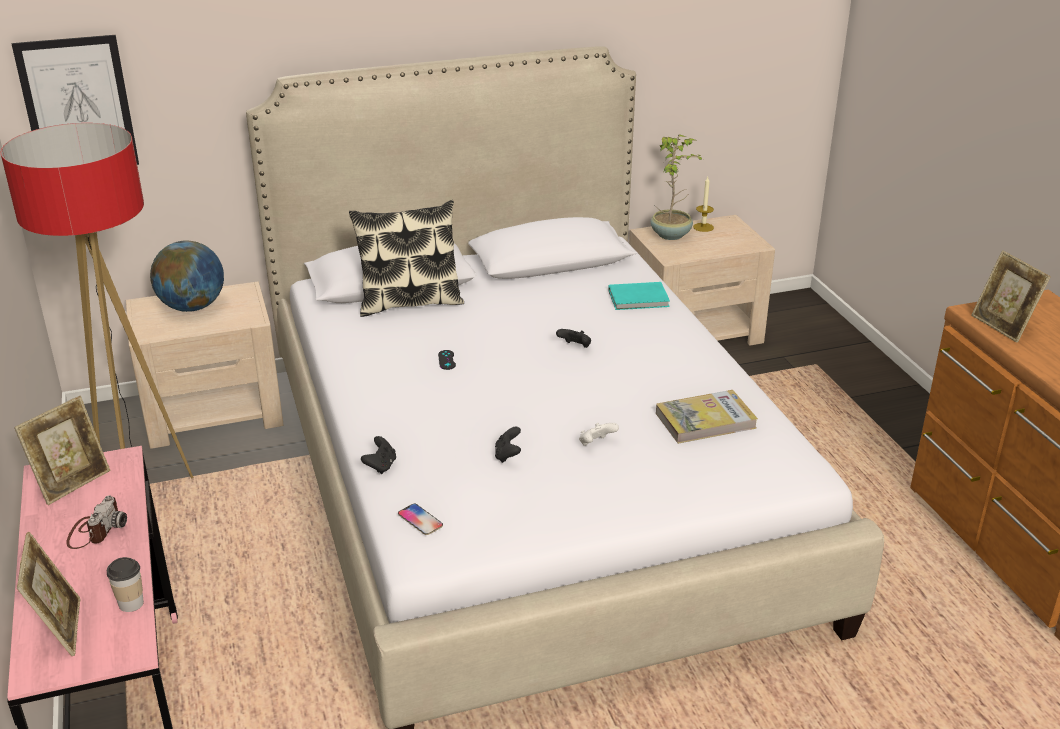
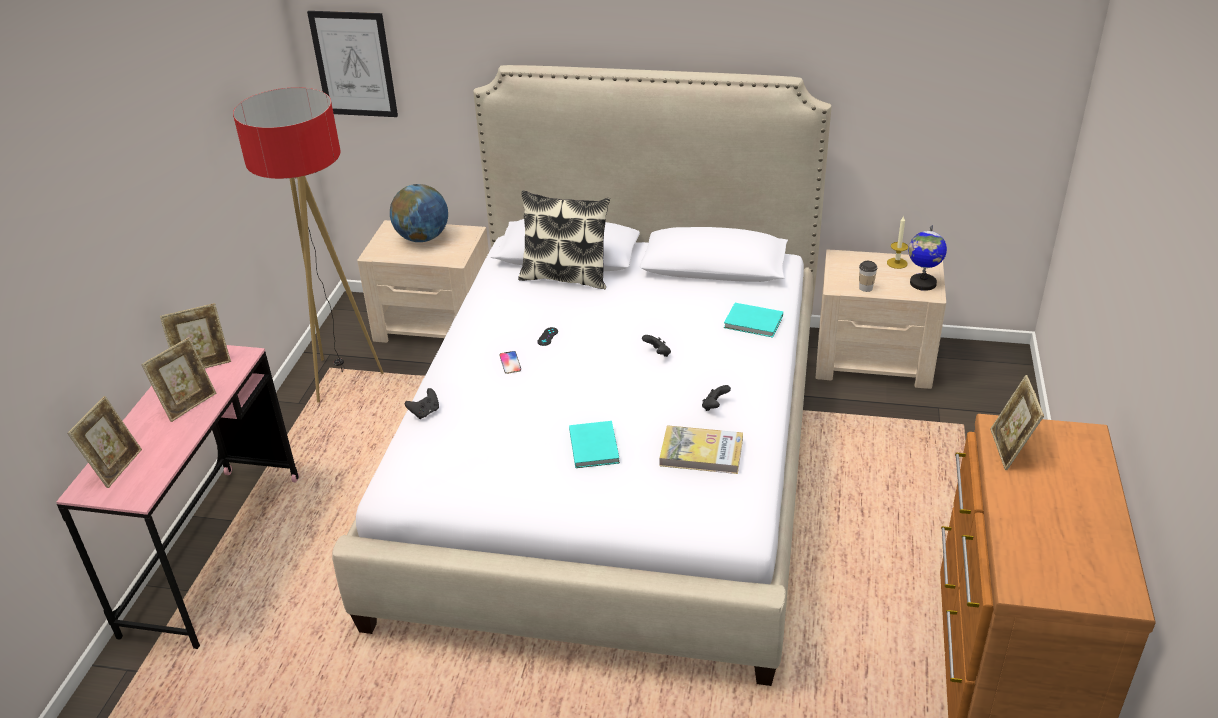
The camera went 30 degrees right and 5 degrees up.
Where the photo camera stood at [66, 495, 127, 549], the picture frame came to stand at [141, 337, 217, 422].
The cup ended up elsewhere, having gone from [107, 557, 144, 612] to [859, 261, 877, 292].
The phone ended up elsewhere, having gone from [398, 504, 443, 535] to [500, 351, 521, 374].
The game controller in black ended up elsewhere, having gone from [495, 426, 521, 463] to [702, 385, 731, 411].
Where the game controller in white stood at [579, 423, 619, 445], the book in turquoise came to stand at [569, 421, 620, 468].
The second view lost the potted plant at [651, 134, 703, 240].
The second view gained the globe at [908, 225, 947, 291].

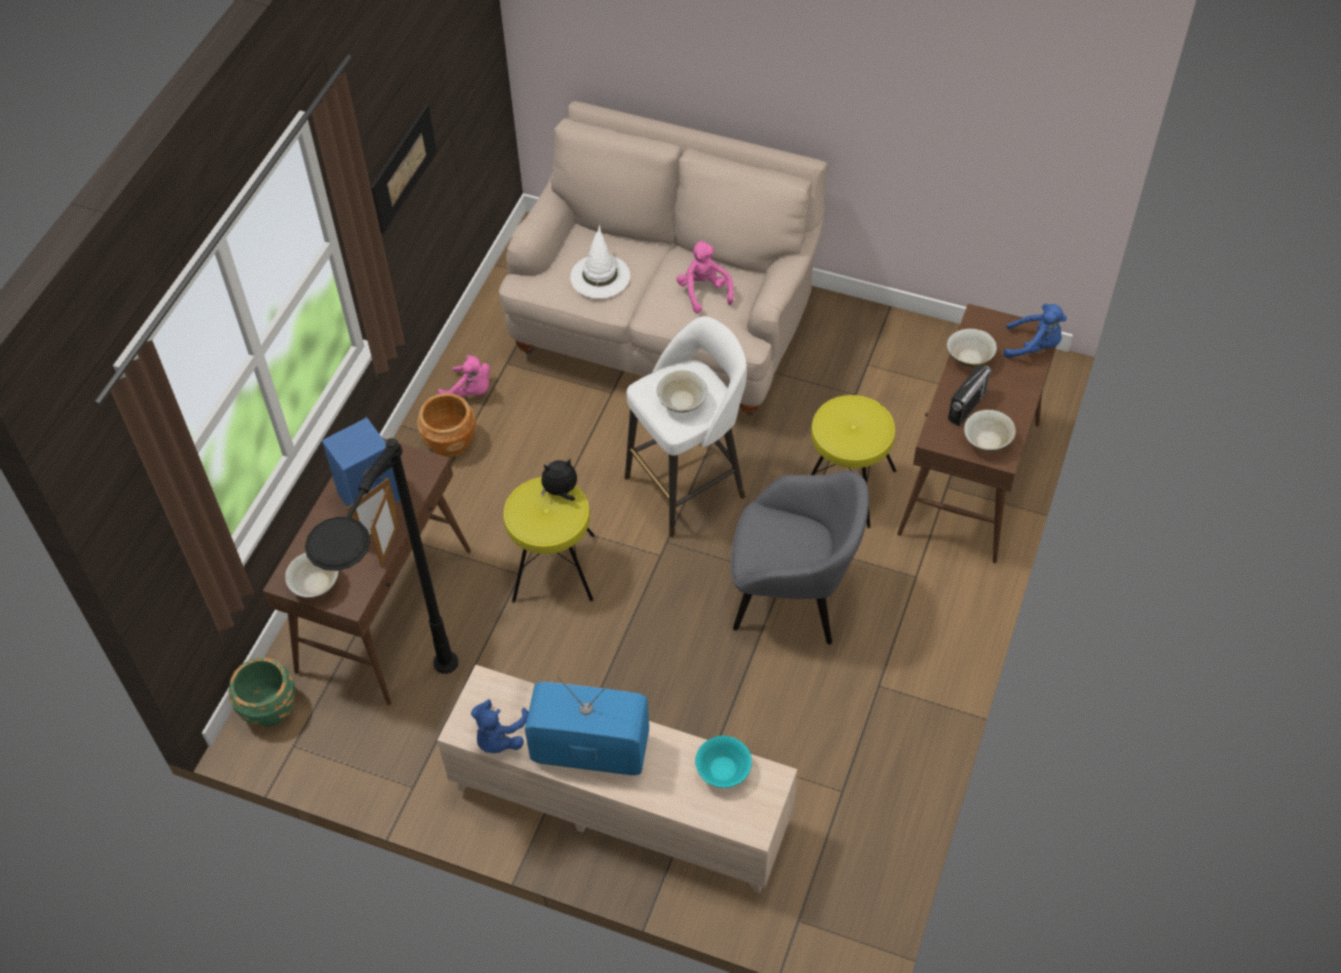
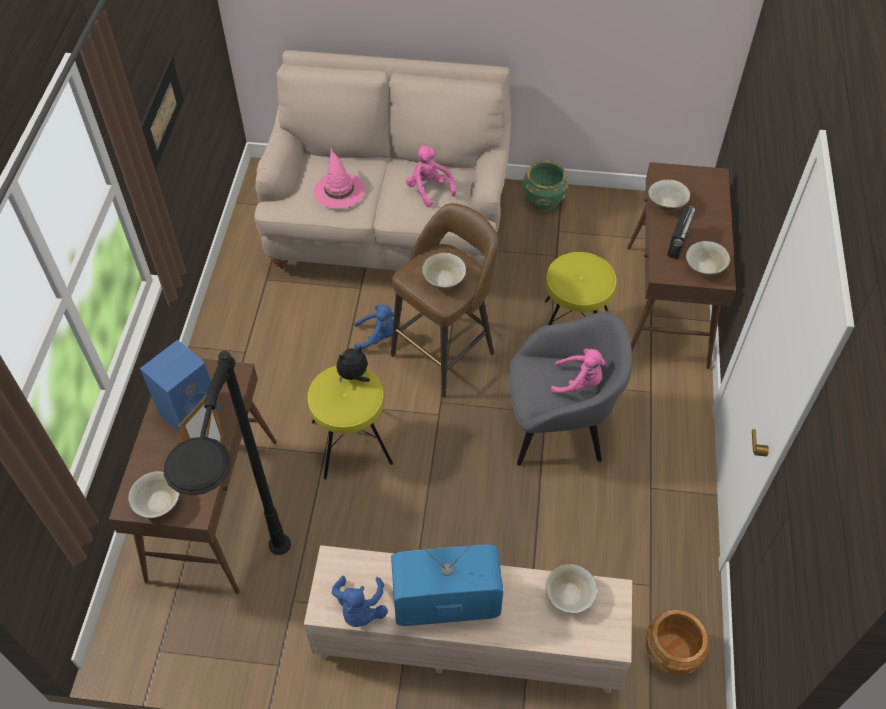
The camera went 15 degrees left and 0 degrees up.
The planter in green ended up elsewhere, having gone from [228, 658, 295, 727] to [523, 161, 568, 211].
The planter in brown ended up elsewhere, having gone from [417, 393, 477, 457] to [646, 610, 709, 675].
The plush toy in pink ended up elsewhere, having gone from [438, 355, 490, 397] to [551, 348, 605, 394].
What was the hat in white at [570, 225, 630, 298] turned into the hat in pink at [314, 147, 365, 209].
What was the stool in white at [625, 316, 747, 537] turned into the stool in brown at [391, 203, 498, 397].
What was the bowl in turquoise at [695, 735, 752, 788] turned into the bowl in beige at [546, 564, 597, 614].
The plush toy in blue ended up elsewhere, having gone from [1004, 304, 1067, 358] to [354, 305, 394, 349].

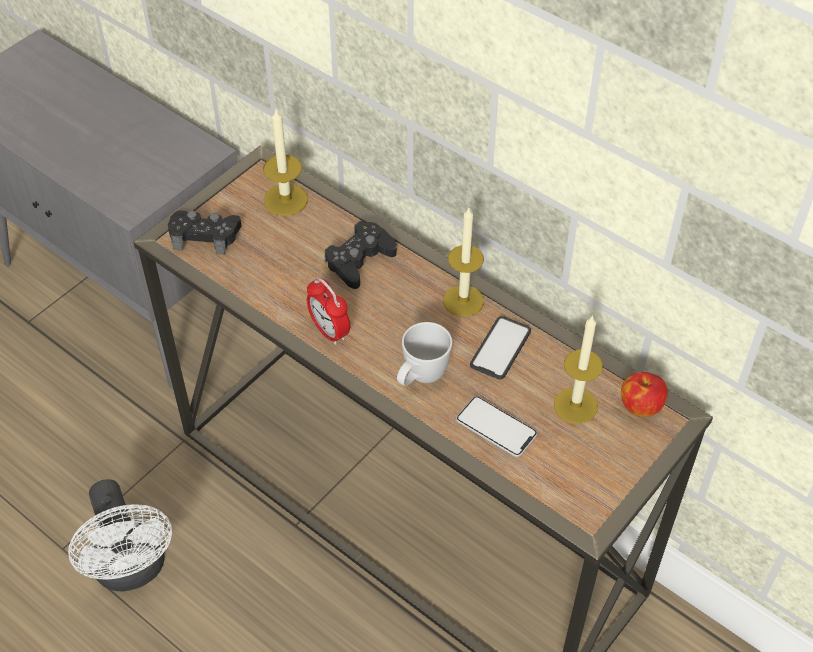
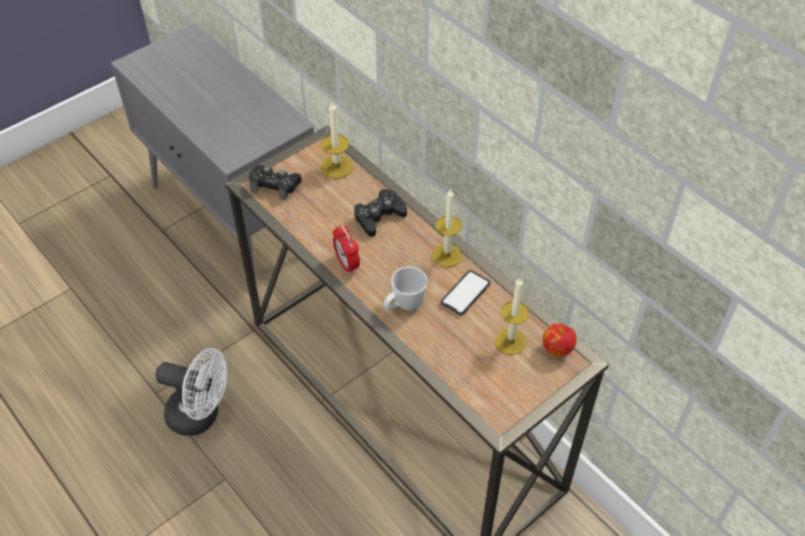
The camera went 10 degrees right and 0 degrees up.
The fan in white at [68, 479, 172, 592] ended up facing another way, 60 degrees counterclockwise from before.
The second view lost the phone at [456, 396, 538, 457].

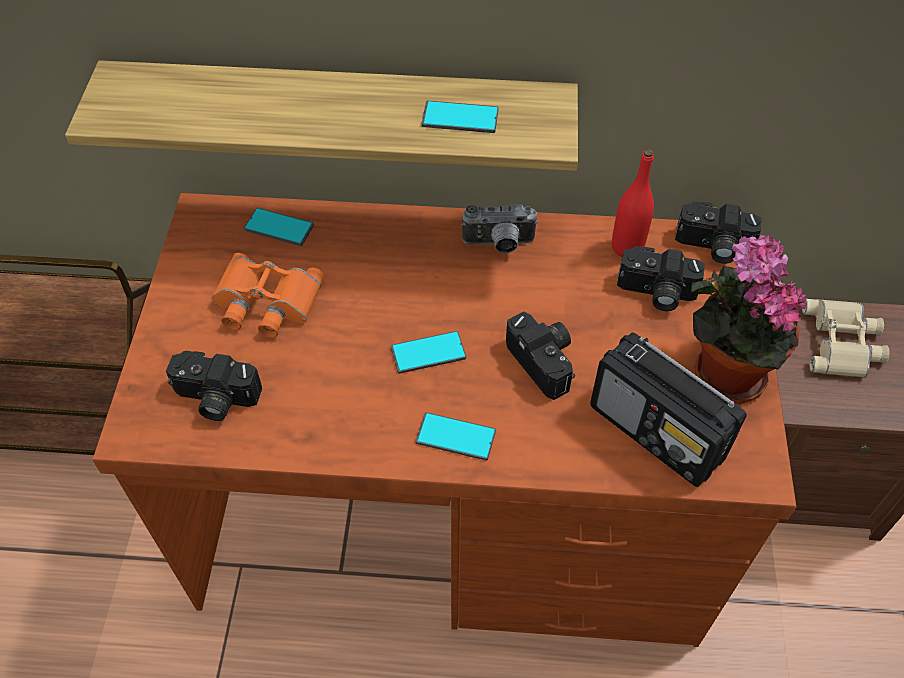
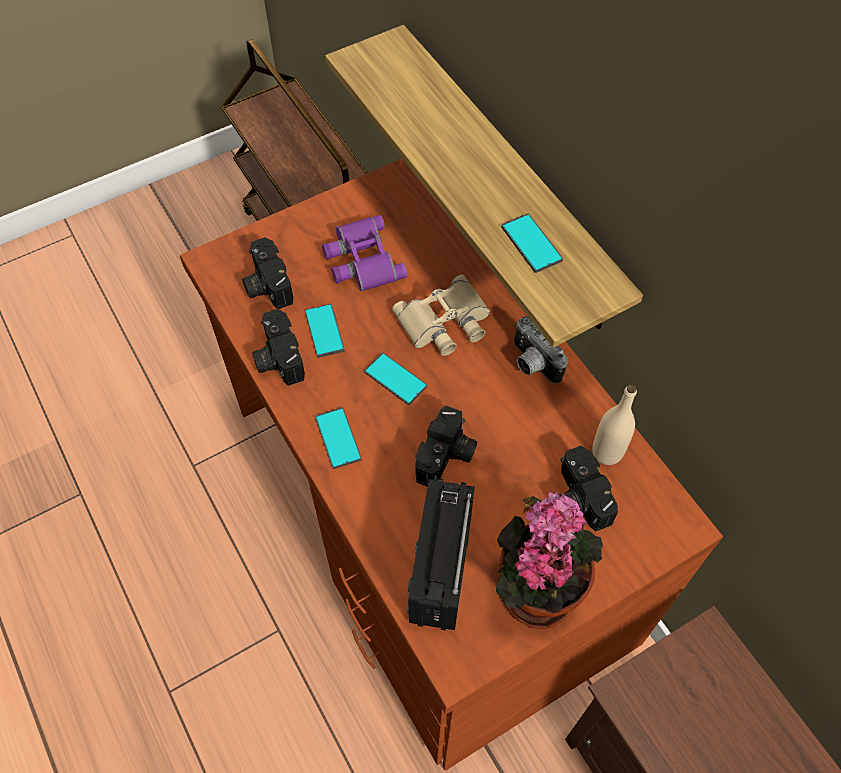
The camera went 55 degrees right and 5 degrees up.
What was the binoculars in orange at [211, 253, 324, 338] turned into the binoculars in purple at [322, 215, 407, 292].
The phone ended up elsewhere, having gone from [244, 208, 314, 246] to [305, 304, 345, 358].
What was the bottle in red at [612, 149, 654, 257] turned into the bottle in beige at [592, 384, 637, 465].
The photo camera ended up elsewhere, having gone from [675, 201, 762, 264] to [252, 309, 305, 386].
The binoculars in beige ended up elsewhere, having gone from [802, 299, 889, 378] to [392, 275, 490, 356].

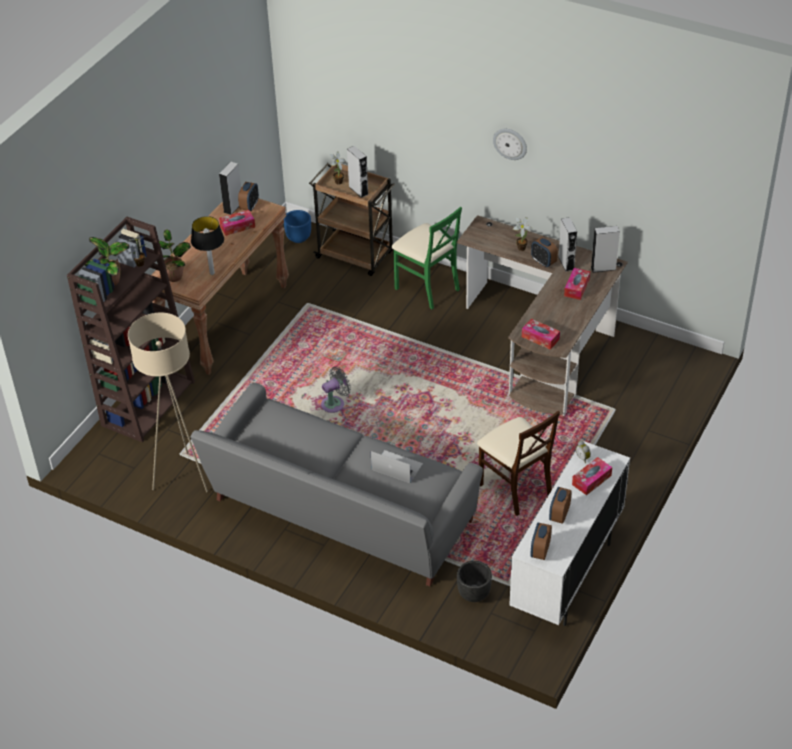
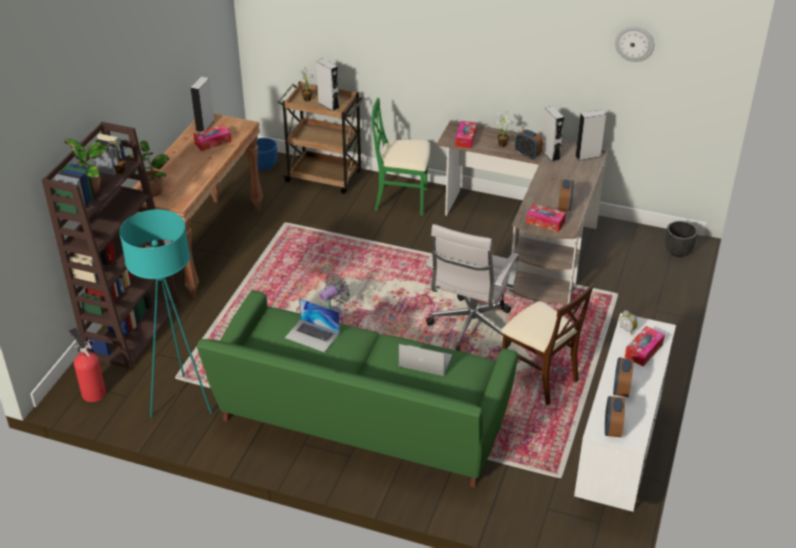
The camera went 10 degrees left and 5 degrees down.
What was the floor lamp in beige at [128, 313, 208, 492] turned into the floor lamp in turquoise at [119, 209, 212, 418].
The second view lost the table lamp at [191, 216, 224, 275].
What was the sofa in grey at [191, 382, 483, 587] turned into the sofa in green at [197, 290, 518, 488].
The alarm clock ended up elsewhere, having gone from [238, 182, 259, 211] to [558, 179, 574, 211].
The chair in green at [392, 207, 462, 309] ended up facing another way, 150 degrees clockwise from before.
The planter in black ended up elsewhere, having gone from [457, 561, 492, 602] to [665, 221, 698, 257].
The wall clock ended up elsewhere, having gone from [493, 129, 527, 160] to [615, 26, 654, 62].
The tissue box ended up elsewhere, having gone from [564, 268, 590, 300] to [455, 121, 477, 149].
The second view gained the fire extinguisher at [68, 328, 106, 402].
The second view gained the laptop at [285, 298, 340, 352].
The second view gained the office chair in white at [426, 224, 519, 351].

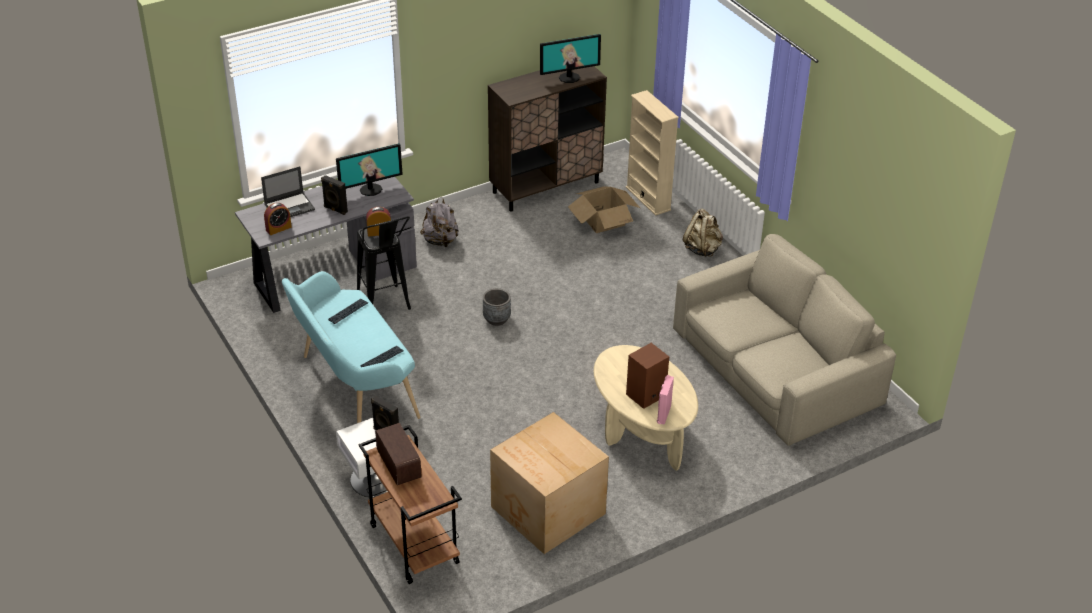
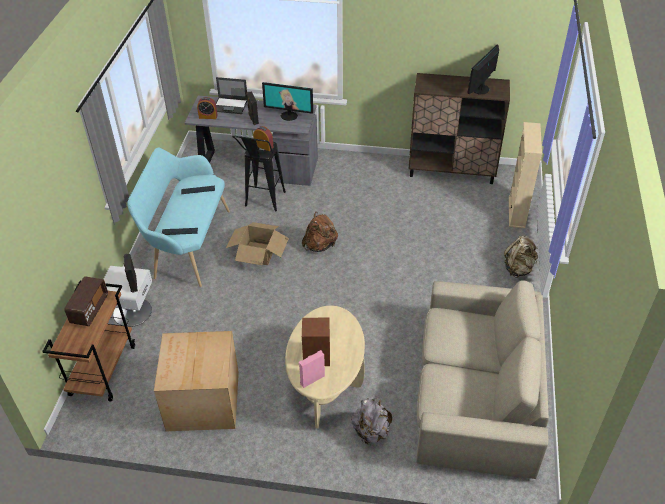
The camera went 40 degrees right and 5 degrees up.
The backpack in grey ended up elsewhere, having gone from [420, 197, 459, 247] to [351, 398, 392, 444].
Where the planter in grey stood at [483, 288, 511, 326], the backpack in brown came to stand at [302, 212, 338, 252].
The monitor at [540, 34, 601, 83] ended up facing another way, 105 degrees clockwise from before.
The cardboard box ended up elsewhere, having gone from [568, 186, 640, 233] to [226, 222, 289, 265].

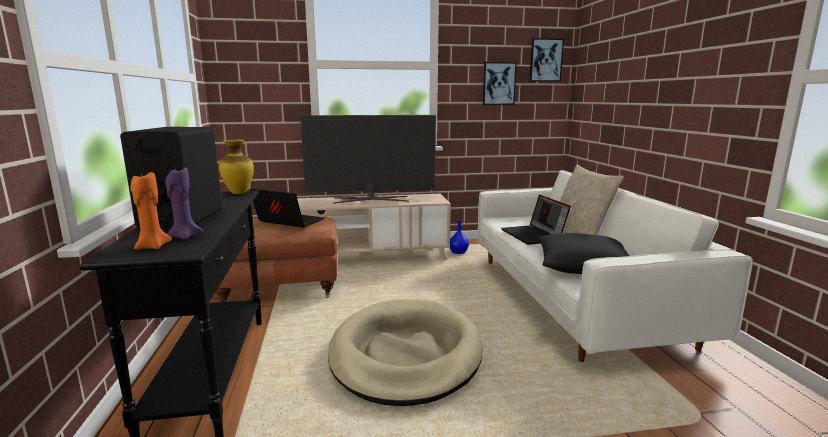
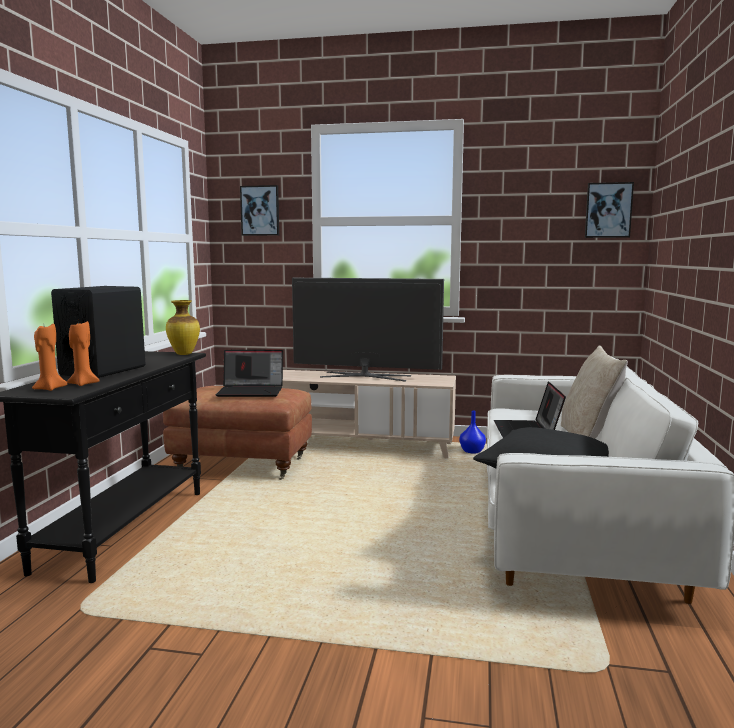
The camera went 20 degrees right and 5 degrees down.
What was the candle in purple at [165, 167, 203, 240] turned into the candle in orange at [67, 321, 100, 386].
The laptop at [250, 189, 324, 228] ended up facing another way, 135 degrees clockwise from before.
The second view lost the dog bed in beige at [328, 299, 483, 406].
The picture ended up elsewhere, having gone from [483, 62, 517, 105] to [240, 185, 279, 236].

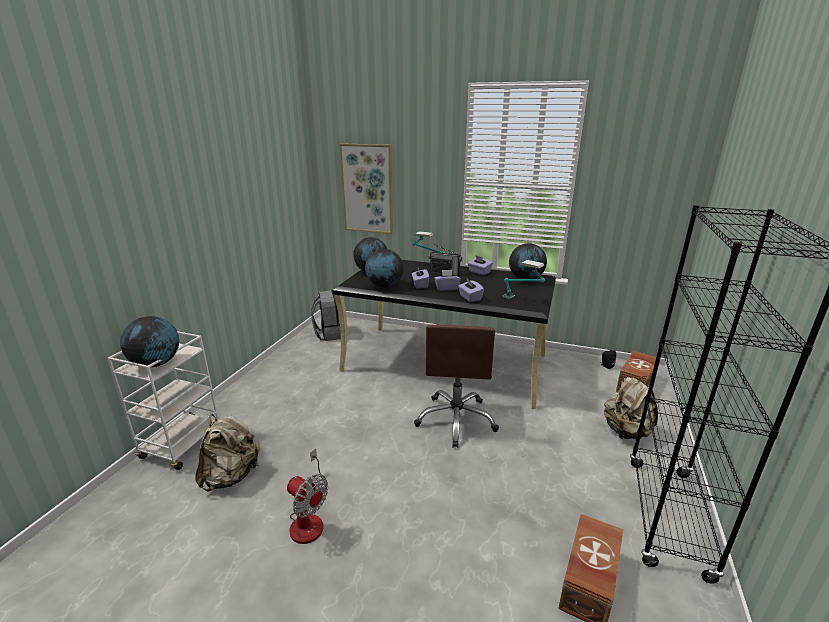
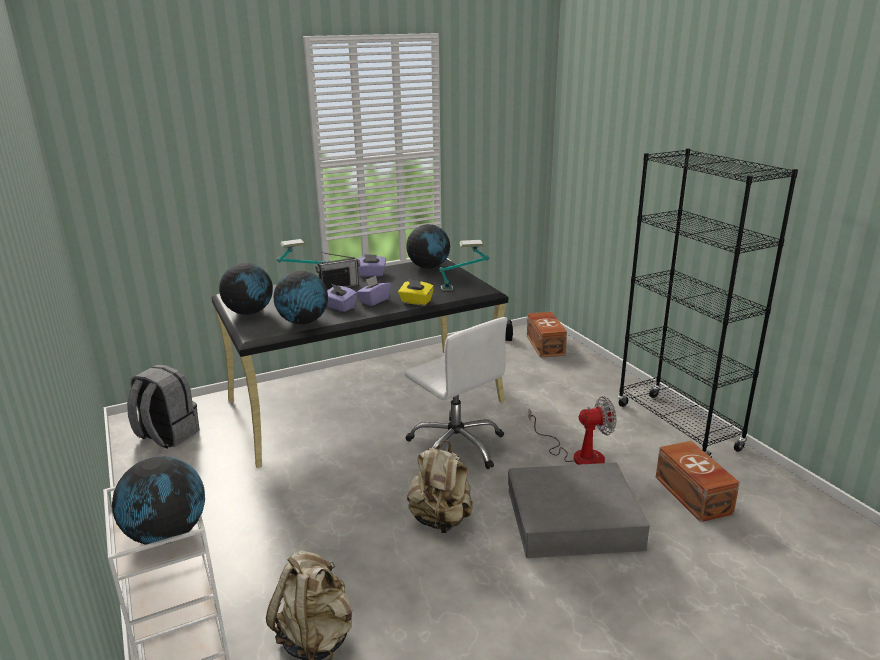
The camera went 45 degrees left and 0 degrees up.
The fan ended up elsewhere, having gone from [287, 449, 328, 544] to [529, 396, 616, 465].
The second view lost the picture at [339, 143, 393, 234].
What was the office chair in brown at [414, 325, 499, 448] turned into the office chair in white at [405, 317, 507, 469].
What was the tissue box in purple at [458, 279, 484, 302] turned into the tissue box in yellow at [398, 279, 434, 306].
The backpack in beige ended up elsewhere, having gone from [604, 376, 658, 439] to [407, 440, 473, 533].
The second view gained the storage box in grey at [508, 463, 650, 558].

